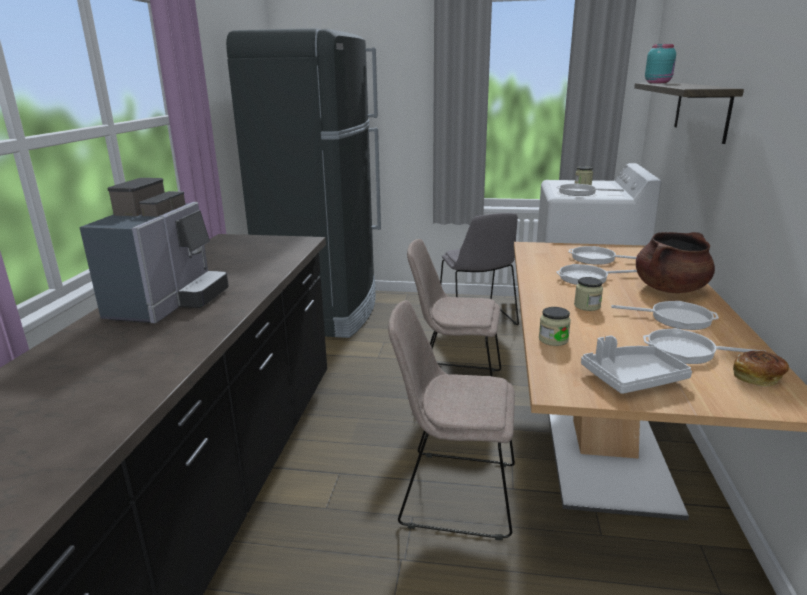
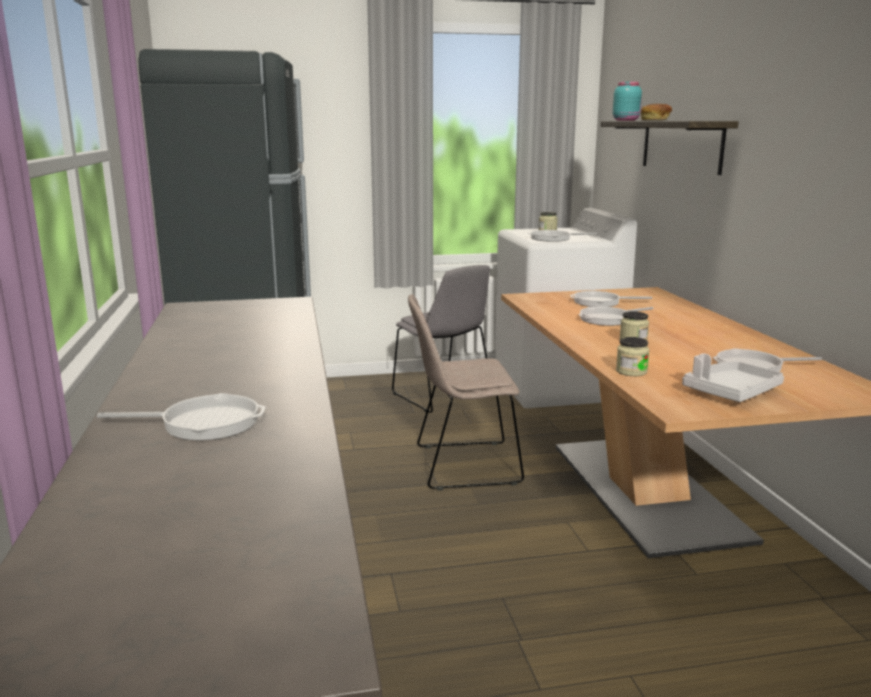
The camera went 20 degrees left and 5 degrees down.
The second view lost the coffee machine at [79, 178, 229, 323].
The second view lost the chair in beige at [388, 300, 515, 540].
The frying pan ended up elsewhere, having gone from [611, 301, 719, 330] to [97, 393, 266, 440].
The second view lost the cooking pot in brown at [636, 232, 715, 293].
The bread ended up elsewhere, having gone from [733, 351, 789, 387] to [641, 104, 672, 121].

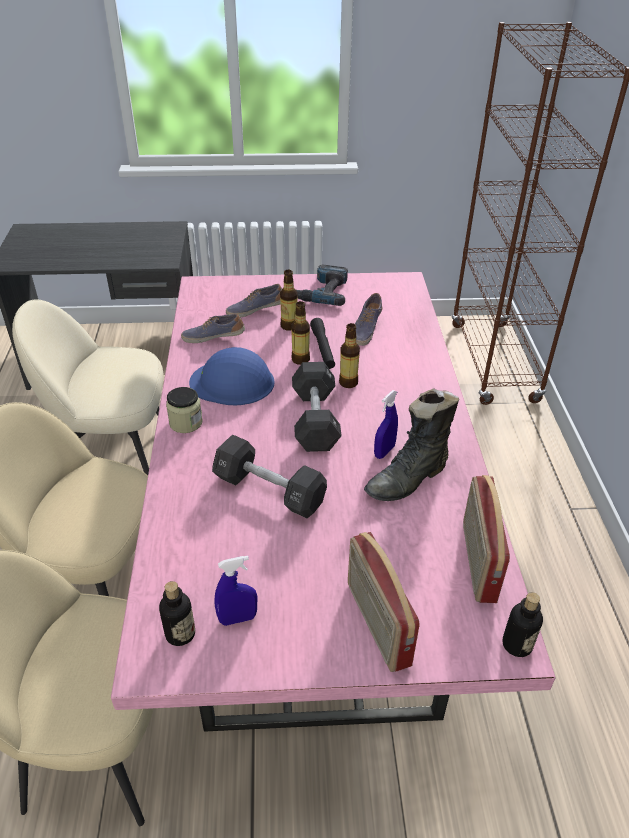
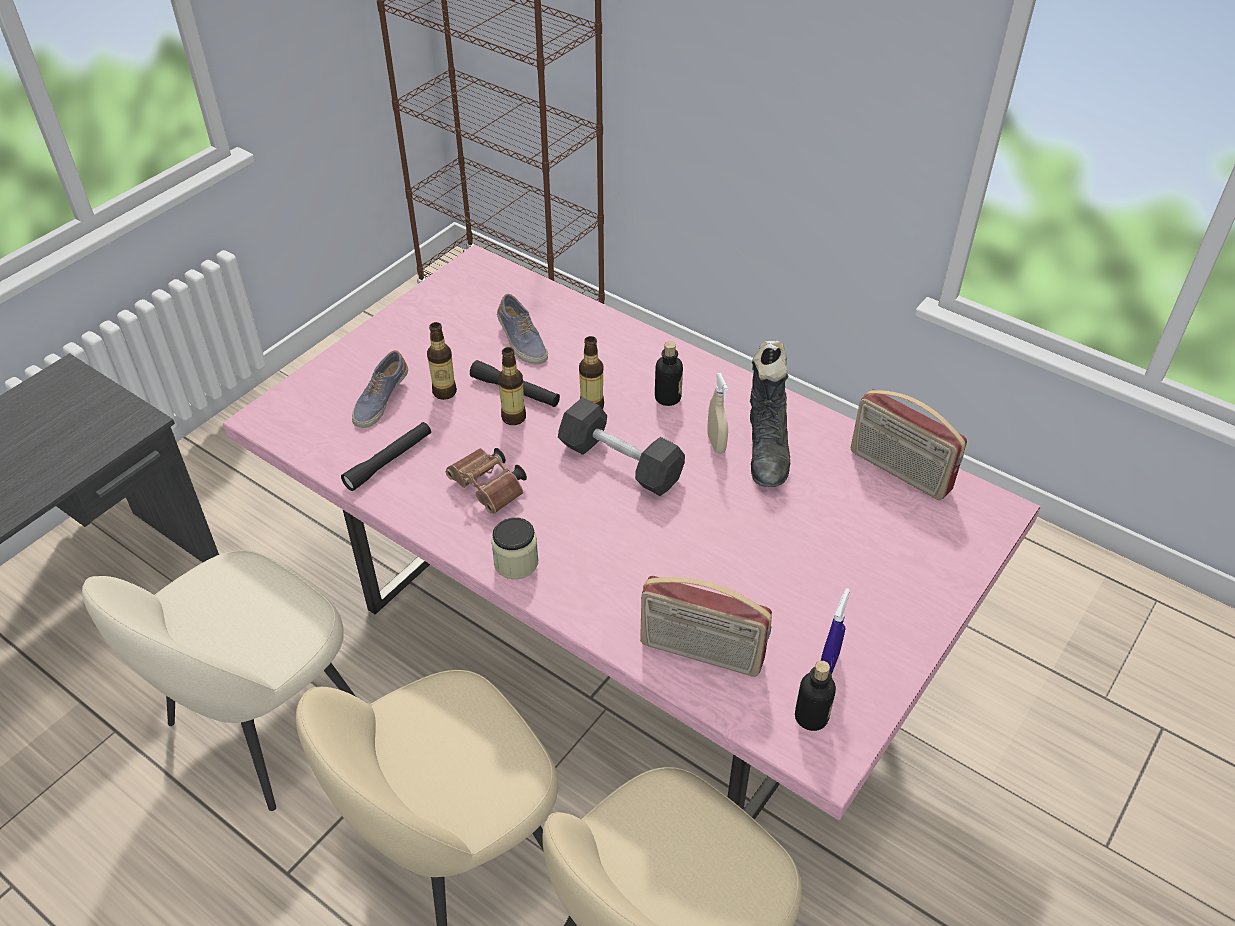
The camera went 50 degrees left and 5 degrees up.
Where the shoe stood at [181, 314, 245, 343], the flashlight in black came to stand at [341, 422, 431, 491].
Where the hard hat in blue stood at [189, 347, 274, 405], the binoculars in brown came to stand at [446, 448, 527, 514].
The second view lost the dumbbell in black at [212, 434, 327, 518].
The second view lost the power drill at [296, 264, 348, 306].
The radio ended up elsewhere, having gone from [348, 532, 420, 672] to [640, 576, 772, 677].
What was the spray bottle in blue at [374, 390, 398, 459] turned into the spray bottle in beige at [707, 373, 728, 454].
The bottle ended up elsewhere, having gone from [502, 592, 543, 657] to [655, 341, 683, 406].

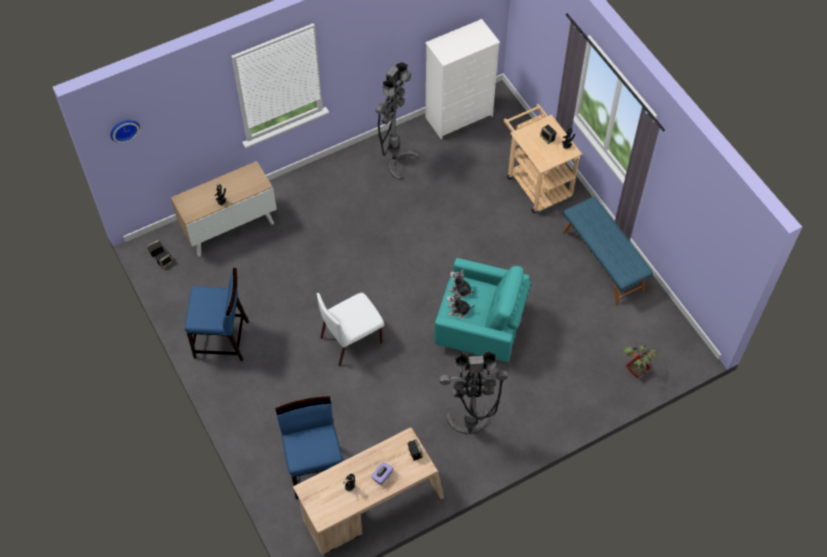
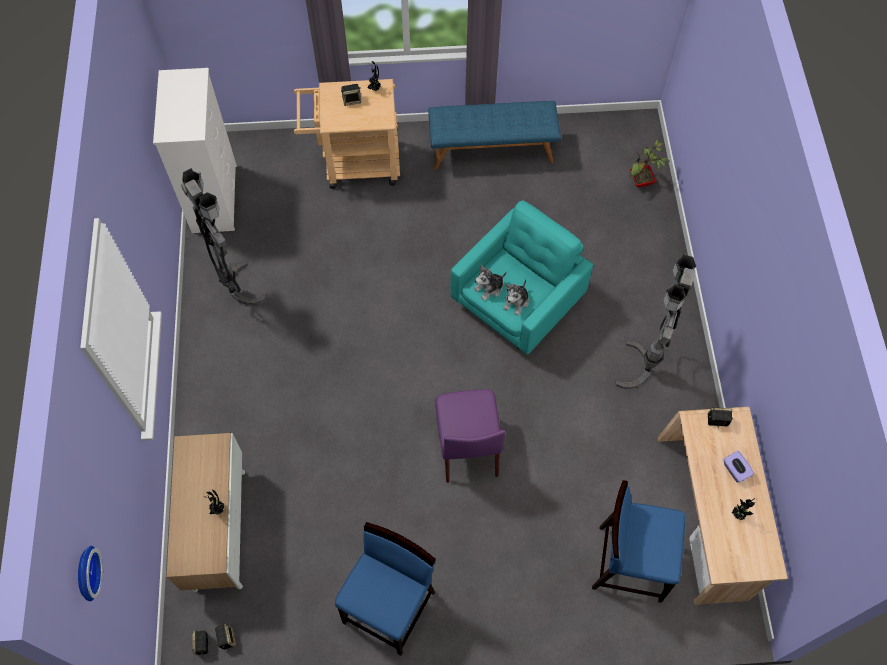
The camera went 65 degrees left and 5 degrees up.
What was the chair in white at [317, 293, 384, 366] turned into the chair in purple at [435, 389, 506, 483].

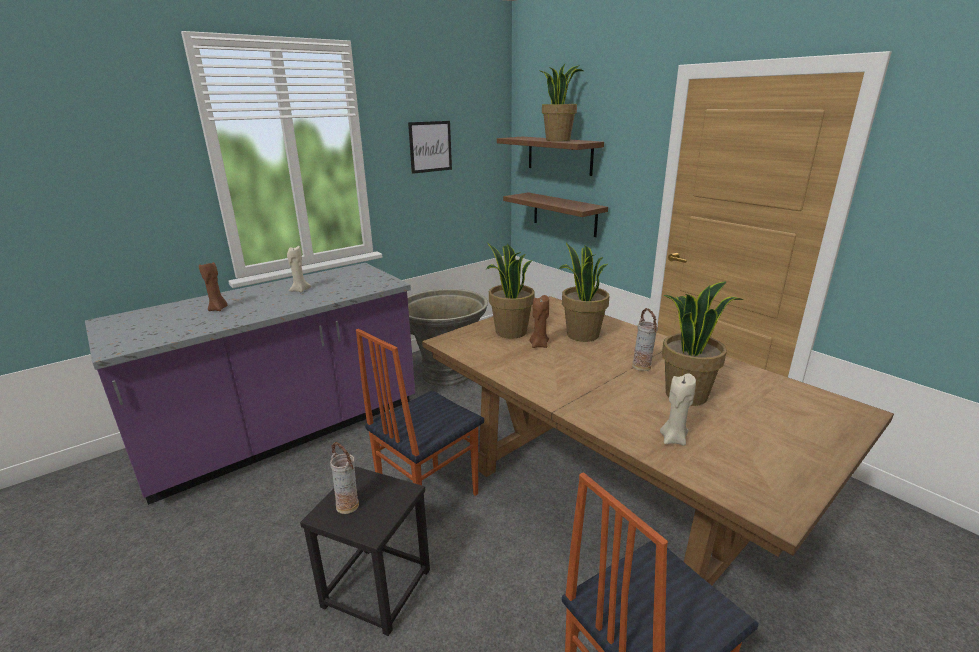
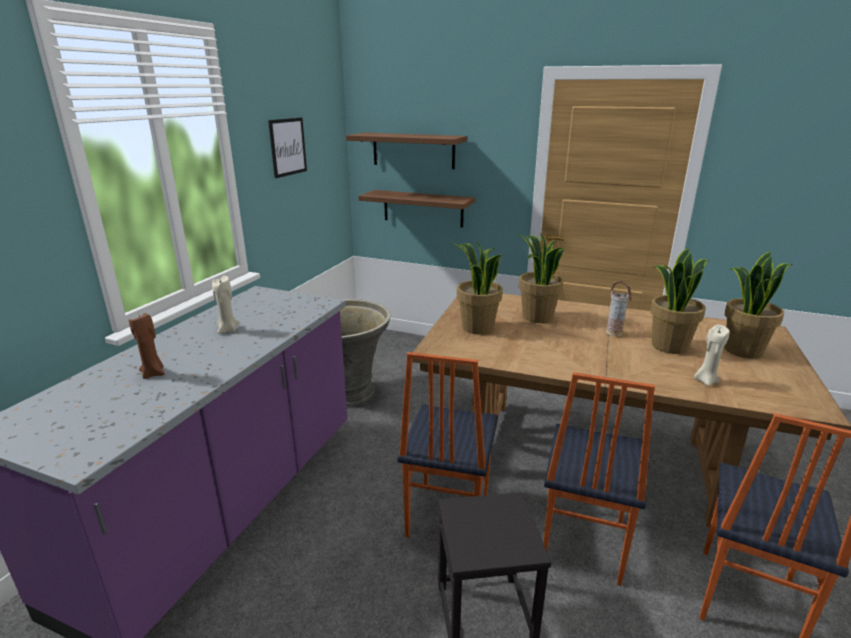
The camera went 30 degrees left and 0 degrees up.
The second view lost the vase at [330, 442, 359, 514].
The second view lost the candle in brown at [530, 295, 549, 348].
The potted plant ended up elsewhere, having gone from [541, 64, 583, 141] to [724, 252, 792, 359].
The second view gained the chair at [543, 372, 655, 586].

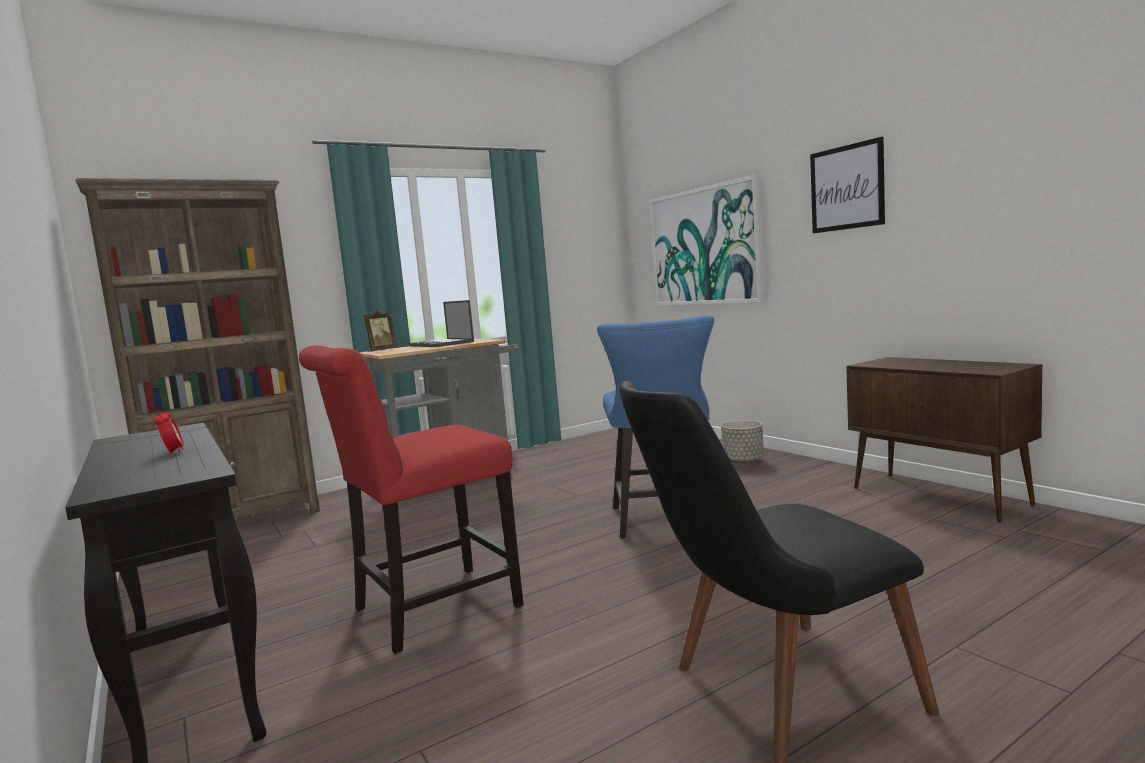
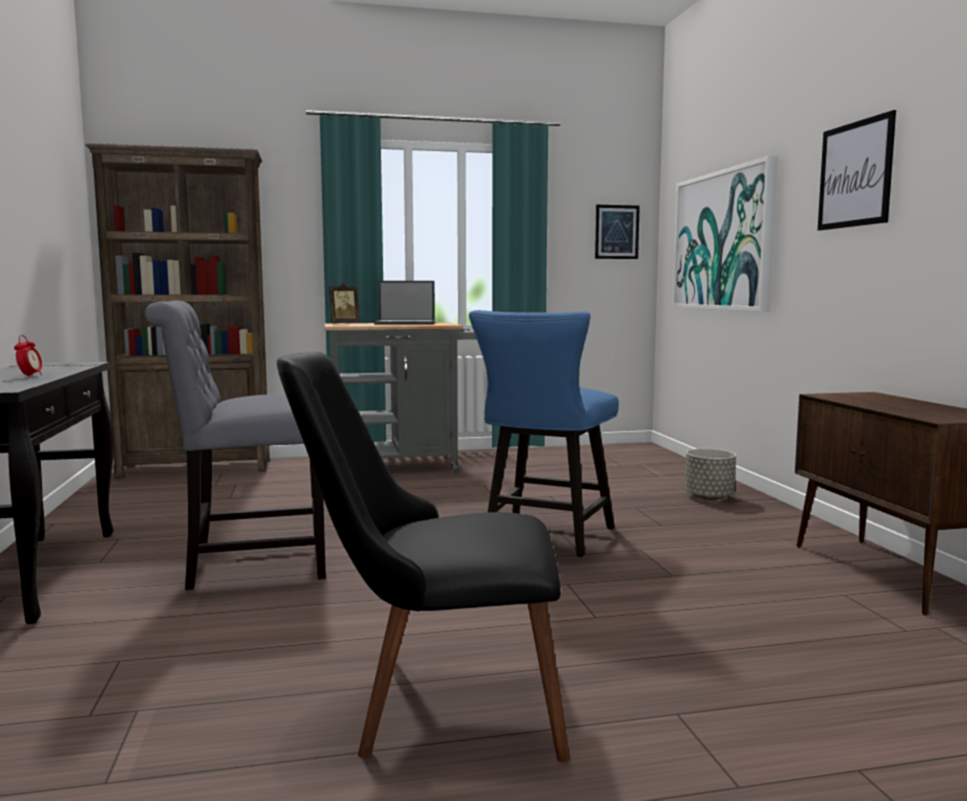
The camera went 20 degrees right and 0 degrees up.
What was the chair in red at [299, 345, 524, 654] turned into the chair in grey at [145, 300, 326, 590].
The laptop at [410, 300, 474, 347] ended up facing another way, 75 degrees counterclockwise from before.
The second view gained the picture at [595, 205, 640, 259].

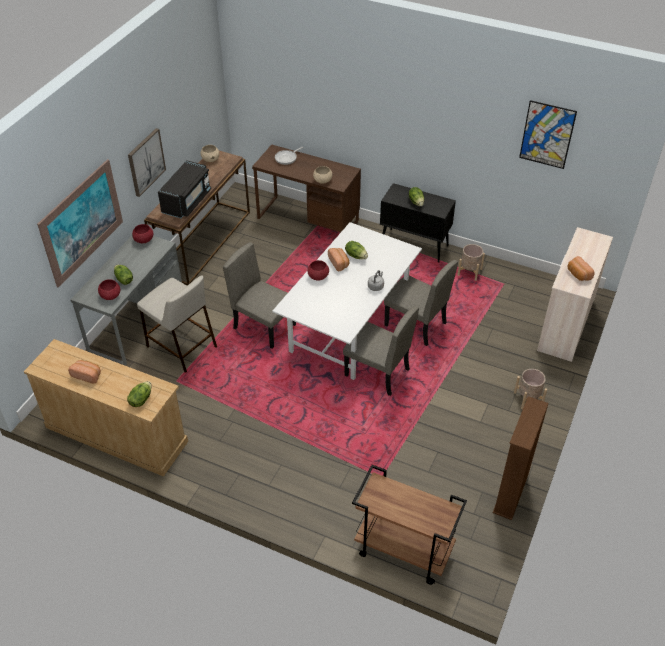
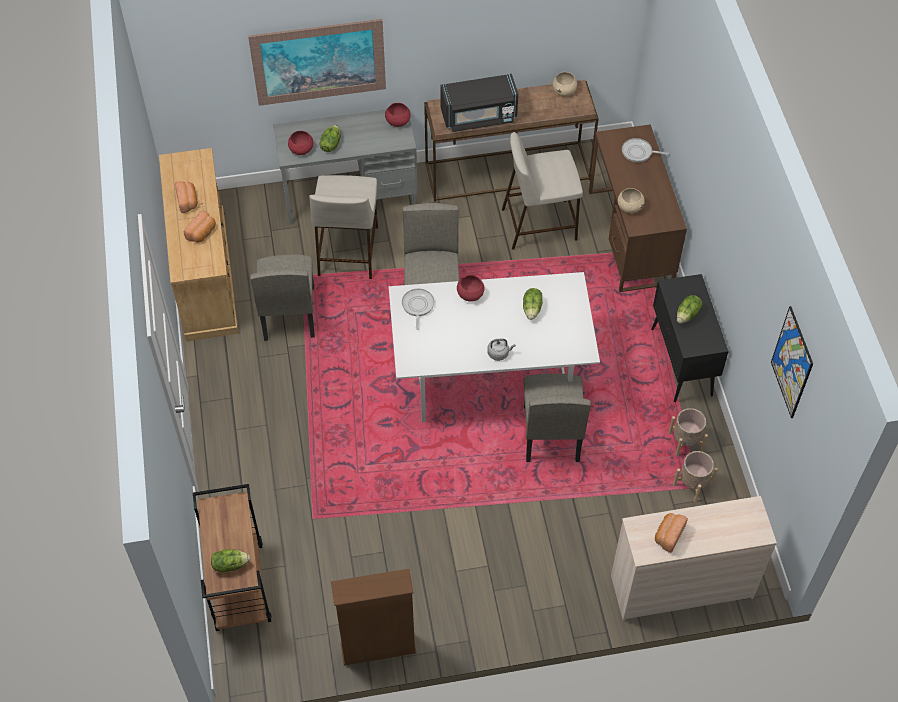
The camera went 55 degrees right and 10 degrees up.
The lettuce ended up elsewhere, having gone from [127, 381, 152, 407] to [211, 549, 250, 572].
The second view lost the picture at [128, 128, 166, 197].
The bread ended up elsewhere, having gone from [328, 248, 349, 271] to [184, 211, 216, 243].
The chair in beige ended up elsewhere, having gone from [343, 306, 419, 396] to [250, 254, 315, 341].
The planter in beige ended up elsewhere, having gone from [514, 369, 547, 409] to [673, 451, 718, 502].
The second view gained the frying pan at [402, 288, 434, 330].
The second view gained the stool in beige at [502, 132, 583, 250].

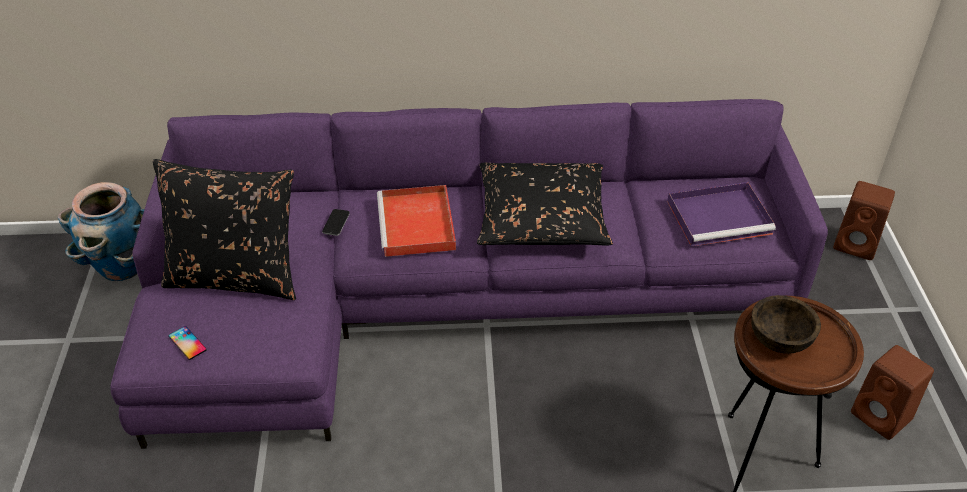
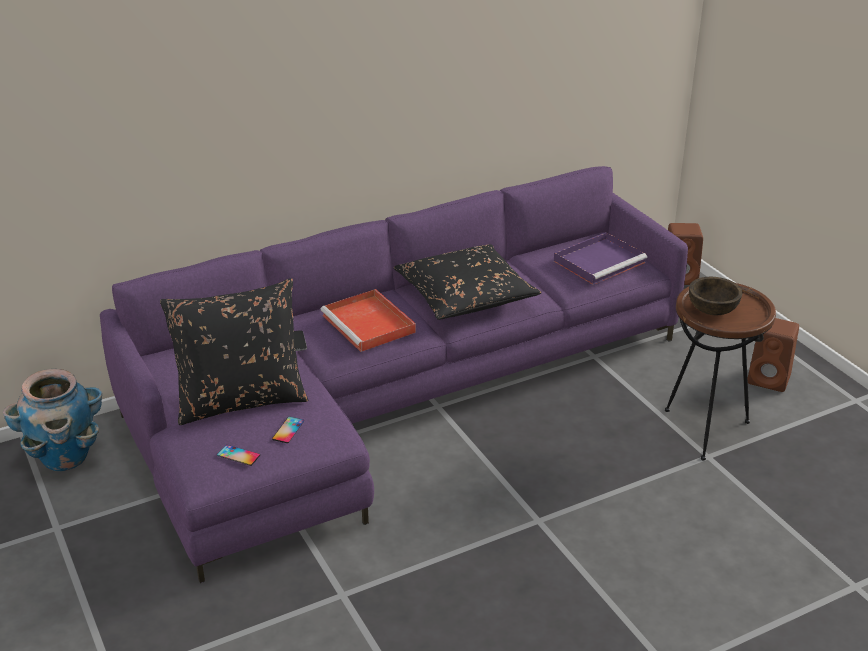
The camera went 25 degrees left and 10 degrees down.
The second view gained the phone at [272, 416, 304, 443].

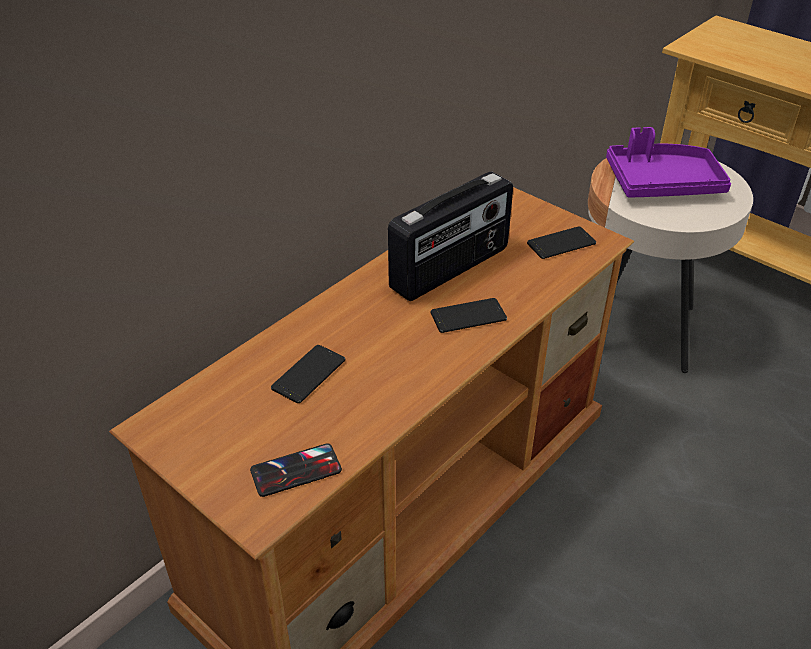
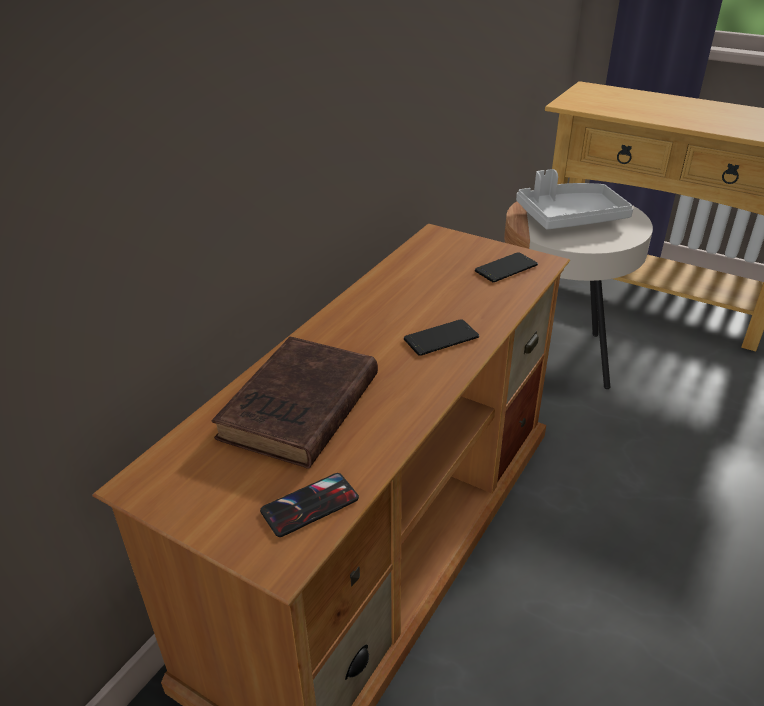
The camera went 10 degrees left and 5 degrees down.
Where the phone stood at [271, 345, 345, 403], the book in brown came to stand at [211, 337, 378, 469].
The second view lost the radio at [388, 171, 513, 301].
What was the tray in purple at [606, 127, 731, 198] turned into the tray in grey at [516, 169, 633, 230].

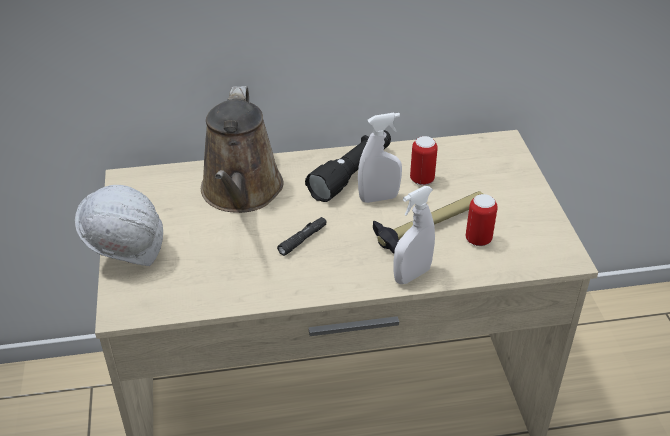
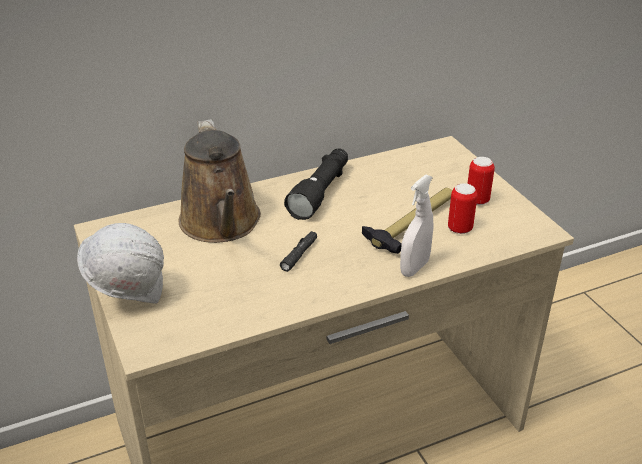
The camera went 15 degrees left and 5 degrees down.
The second view lost the spray bottle in white at [358, 113, 402, 203].
The can ended up elsewhere, having gone from [410, 136, 438, 185] to [467, 157, 495, 205].

